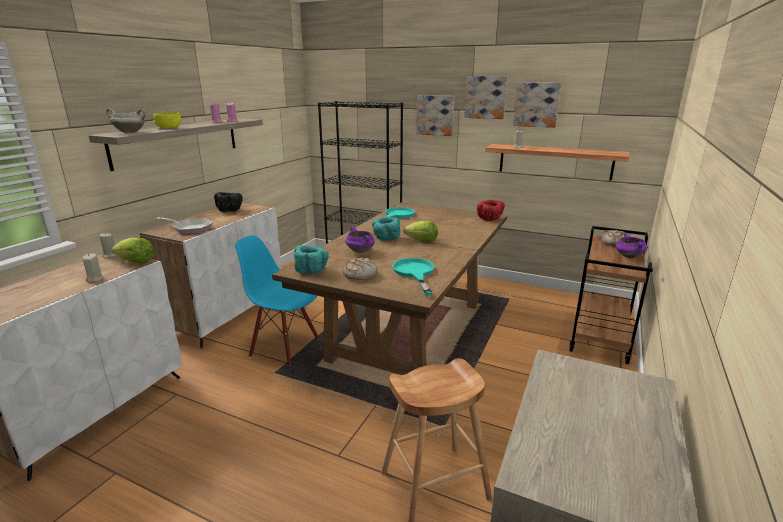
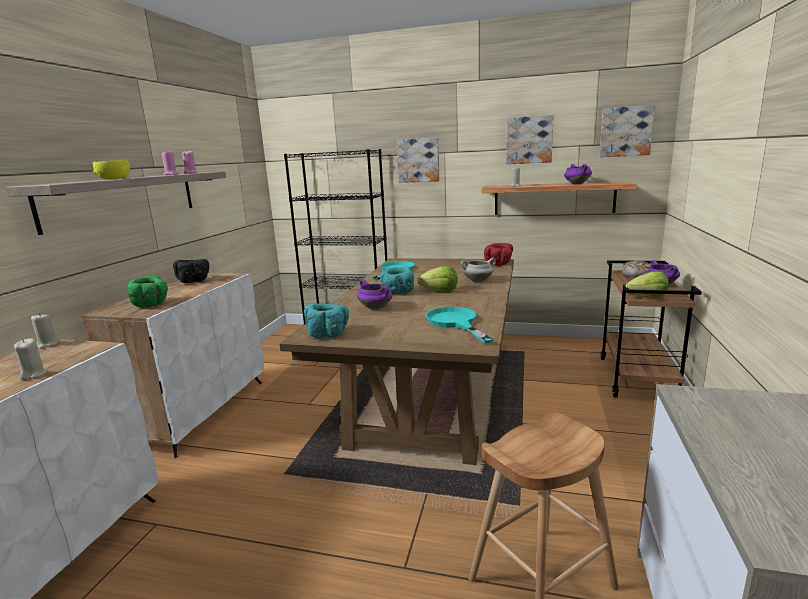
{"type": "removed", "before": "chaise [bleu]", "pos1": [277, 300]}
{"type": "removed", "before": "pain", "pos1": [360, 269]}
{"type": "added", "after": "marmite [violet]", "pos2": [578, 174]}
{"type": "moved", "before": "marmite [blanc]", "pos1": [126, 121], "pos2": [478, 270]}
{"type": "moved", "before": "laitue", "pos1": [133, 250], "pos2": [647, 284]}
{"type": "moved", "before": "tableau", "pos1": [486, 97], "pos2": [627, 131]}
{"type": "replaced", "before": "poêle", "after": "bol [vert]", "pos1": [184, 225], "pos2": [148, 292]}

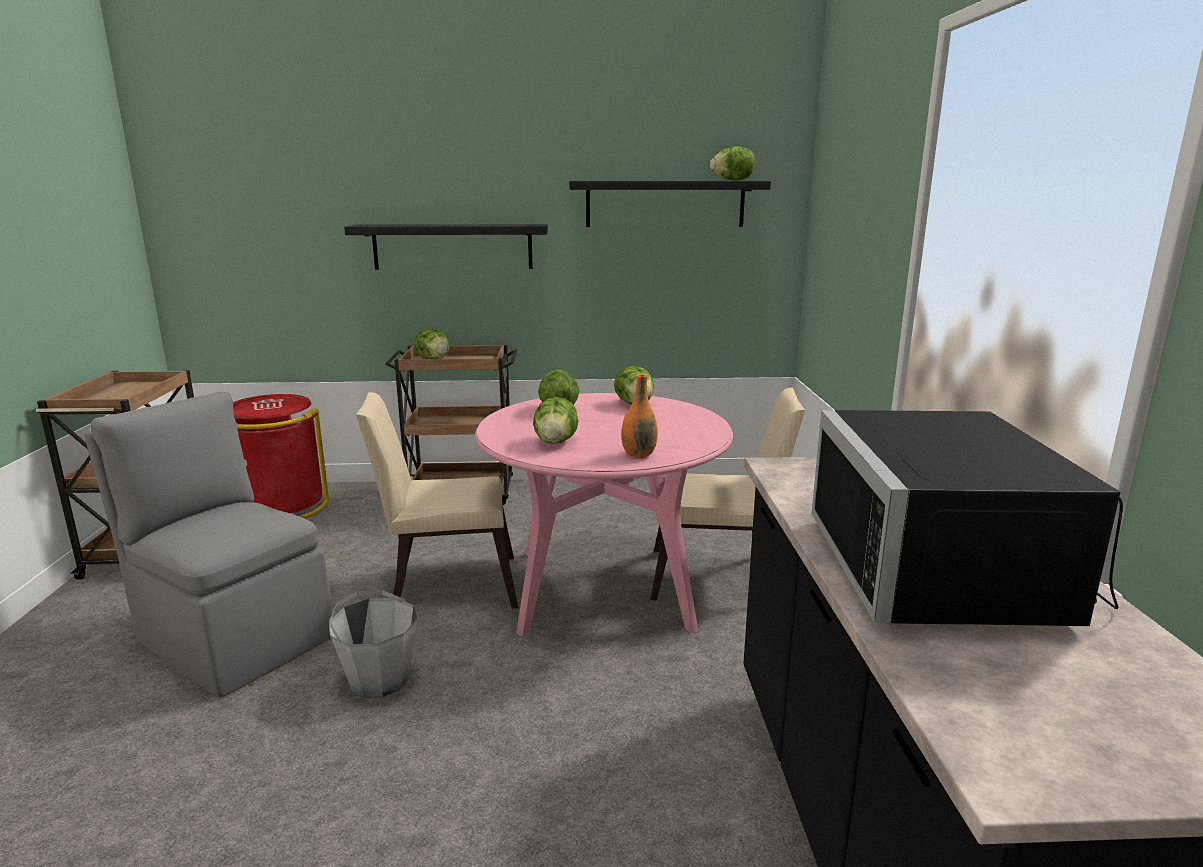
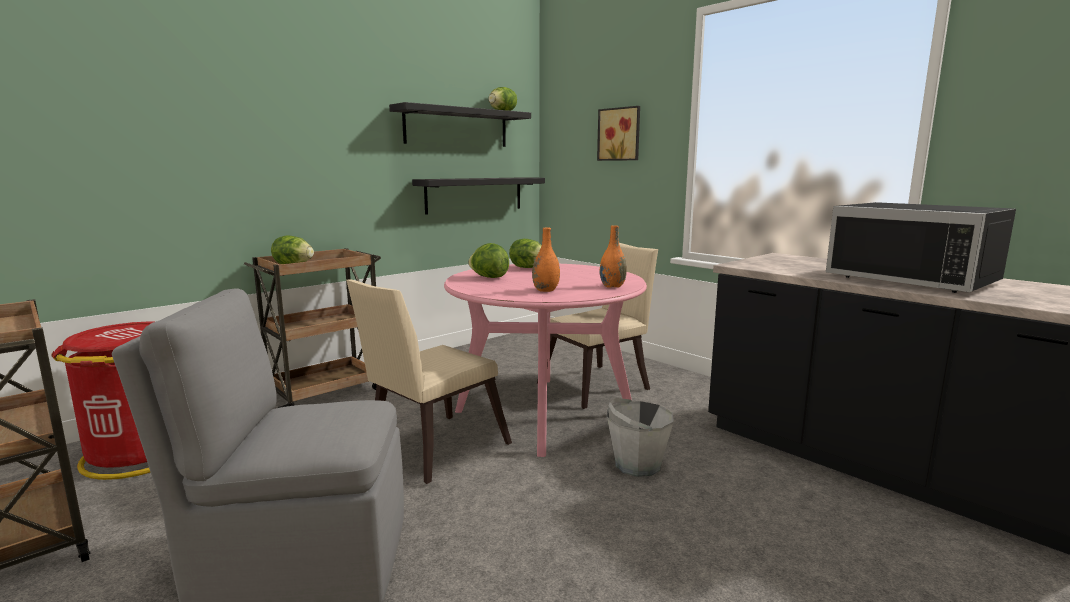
{"type": "added", "after": "tableau", "pos2": [618, 133]}
{"type": "moved", "before": "seau [gris]", "pos1": [373, 644], "pos2": [640, 437]}
{"type": "moved", "before": "étagère [noir]", "pos1": [446, 247], "pos2": [478, 196]}
{"type": "replaced", "before": "laitue", "after": "vase [orange]", "pos1": [555, 420], "pos2": [546, 260]}

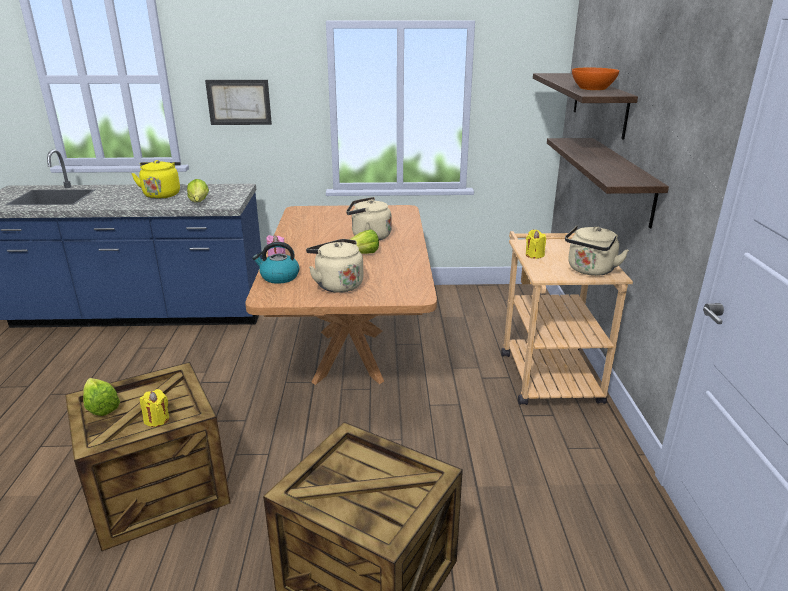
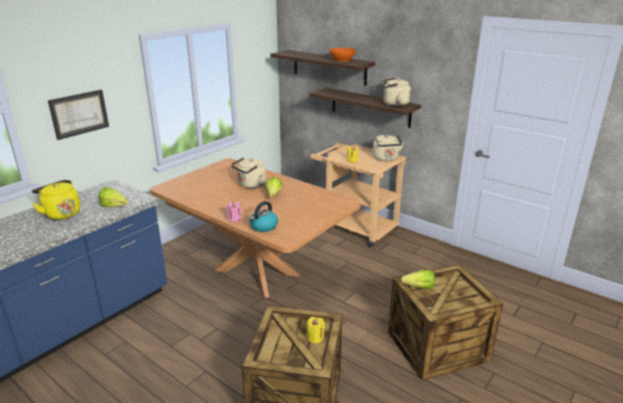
{"type": "moved", "before": "laitue", "pos1": [101, 397], "pos2": [418, 280]}
{"type": "moved", "before": "bouilloire [beige]", "pos1": [334, 266], "pos2": [396, 91]}

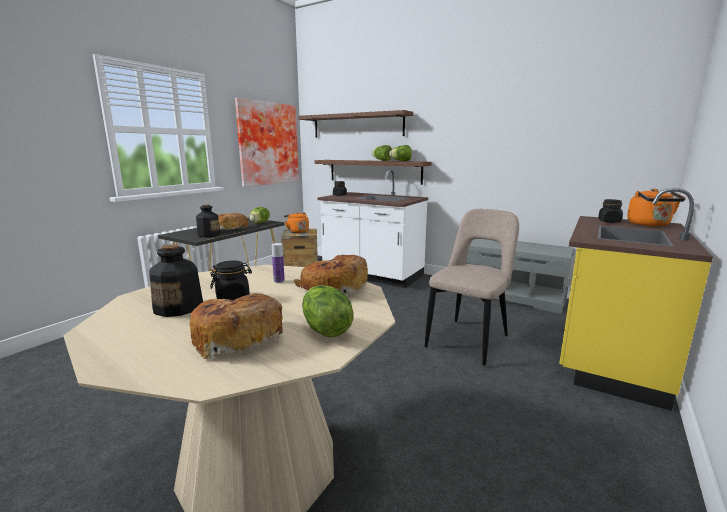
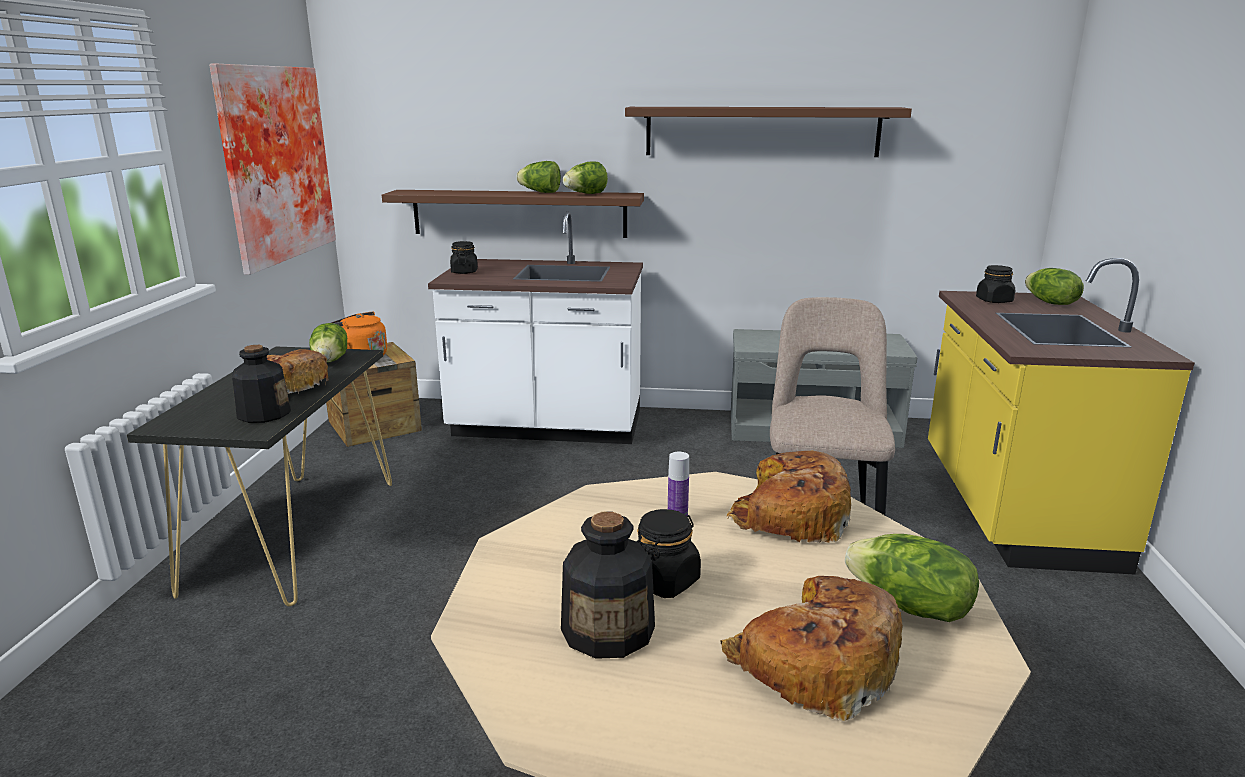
{"type": "moved", "before": "étagère [marron]", "pos1": [355, 124], "pos2": [768, 132]}
{"type": "replaced", "before": "bouilloire [orange]", "after": "laitue", "pos1": [656, 207], "pos2": [1054, 286]}

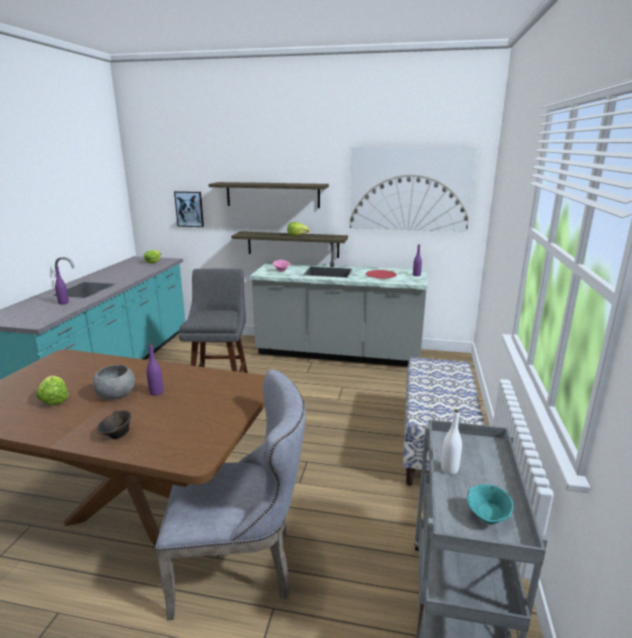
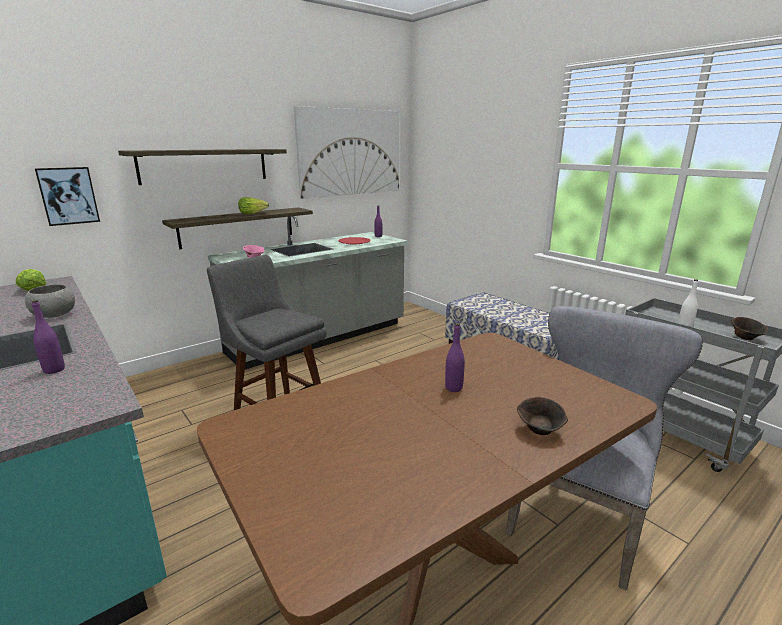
{"type": "removed", "before": "laitue", "pos1": [52, 390]}
{"type": "moved", "before": "bol [gris]", "pos1": [114, 382], "pos2": [50, 301]}
{"type": "recoloured", "before": "bol [turquoise]", "after": "bol [marron]", "pos1": [490, 504], "pos2": [750, 328]}

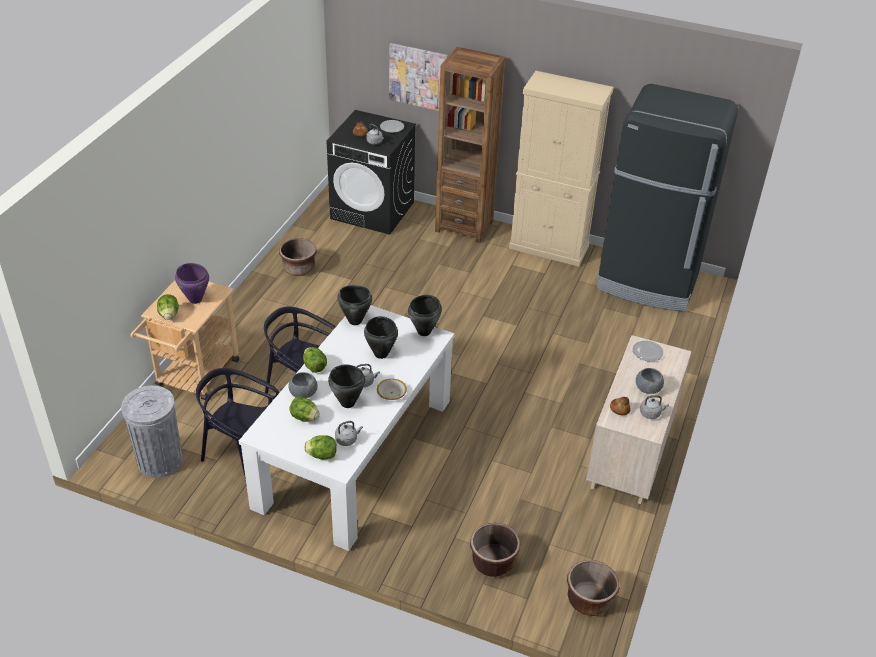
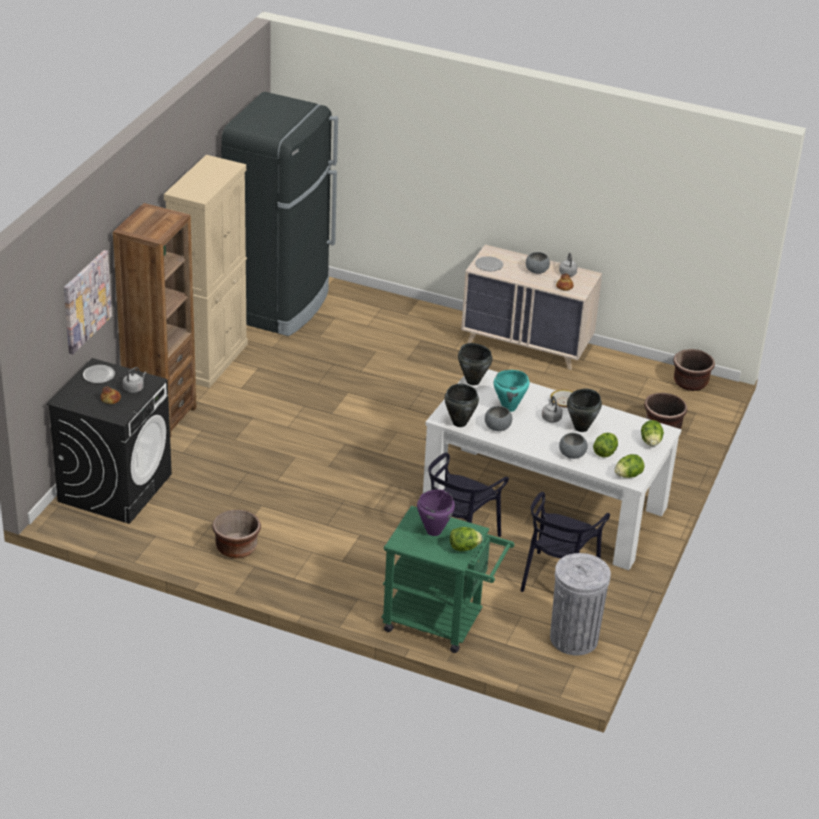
{"type": "removed", "before": "bouilloire [gris]", "pos1": [349, 433]}
{"type": "added", "after": "bol [gris]", "pos2": [498, 418]}
{"type": "moved", "before": "laitue", "pos1": [315, 360], "pos2": [629, 466]}
{"type": "recoloured", "before": "chariot [beige]", "after": "chariot [vert]", "pos1": [184, 340], "pos2": [448, 579]}
{"type": "recoloured", "before": "marmite [noir]", "after": "marmite [turquoise]", "pos1": [381, 337], "pos2": [511, 391]}

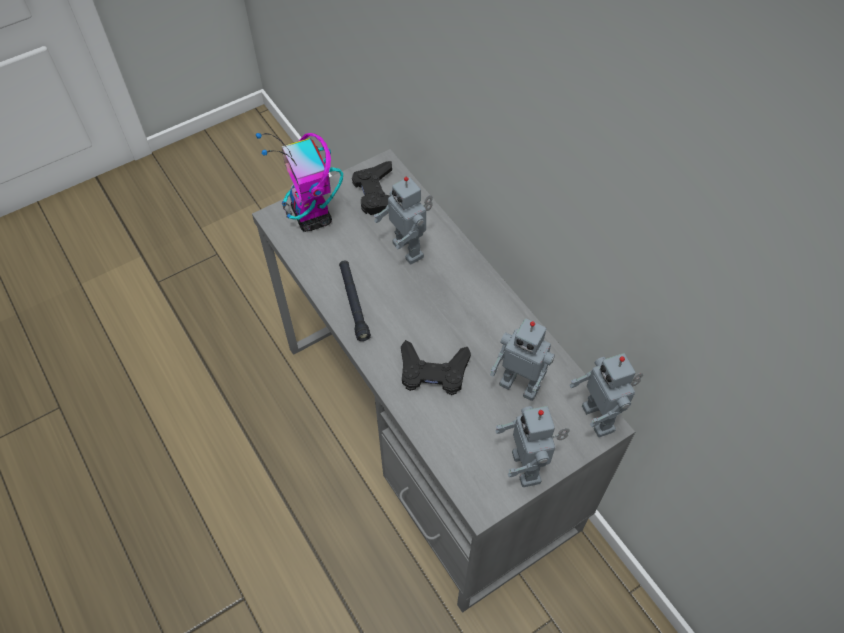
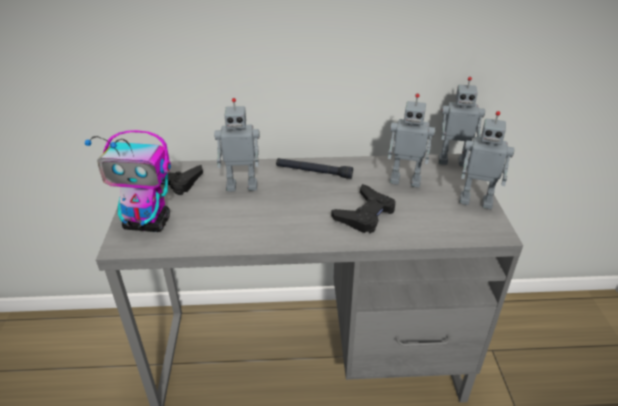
{"type": "moved", "before": "lampe de poche [noir]", "pos1": [355, 300], "pos2": [314, 168]}
{"type": "turned", "before": "robot jouet", "pos1": [522, 360], "pos2": [411, 141], "turn": 45}

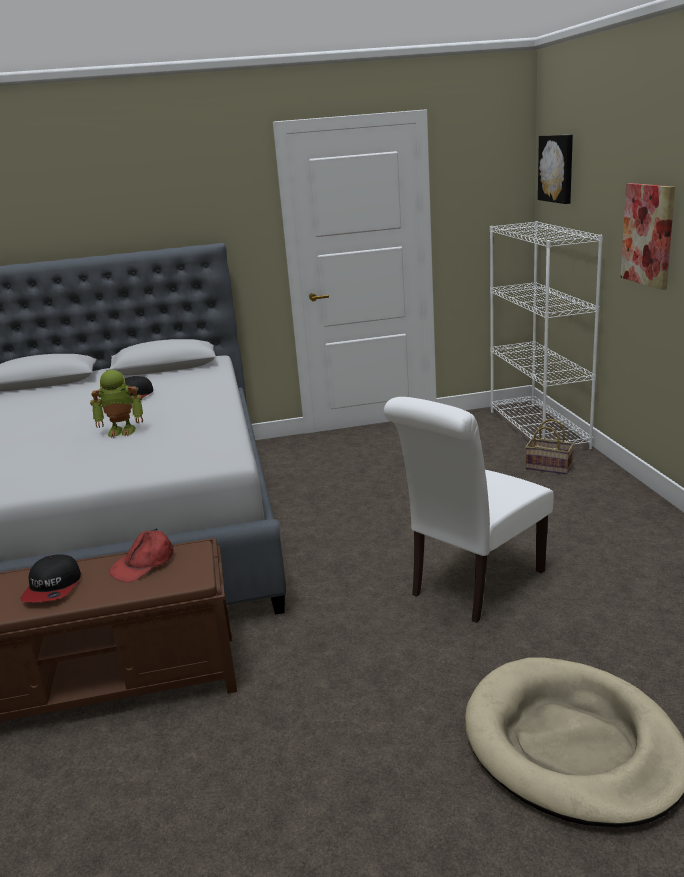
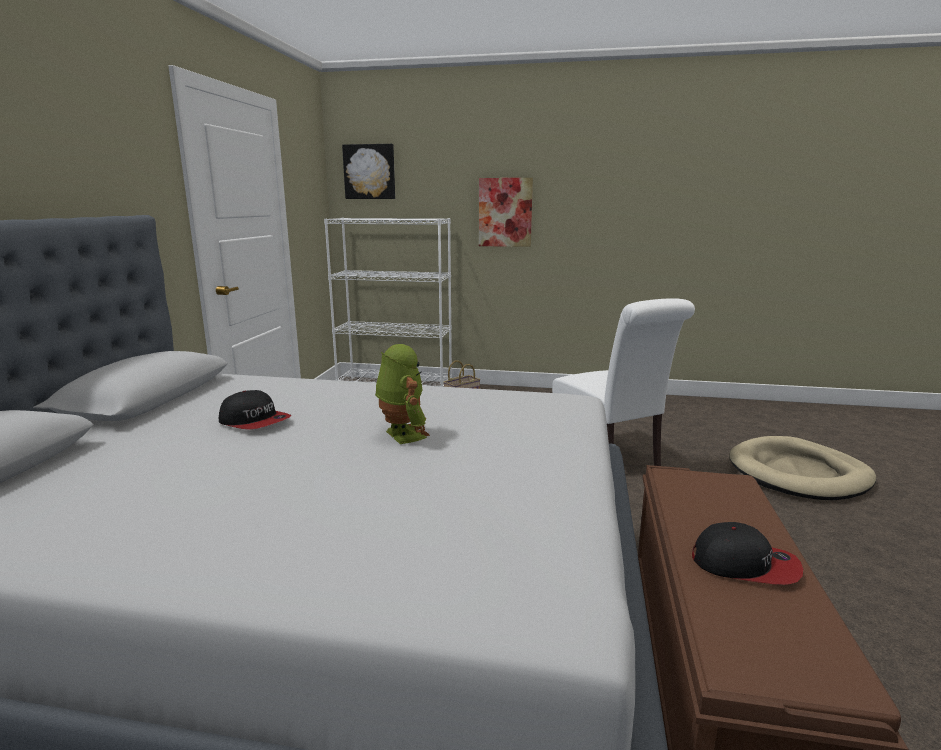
{"type": "removed", "before": "casquette [rouge]", "pos1": [141, 555]}
{"type": "turned", "before": "robot jouet", "pos1": [116, 404], "pos2": [402, 394], "turn": -45}

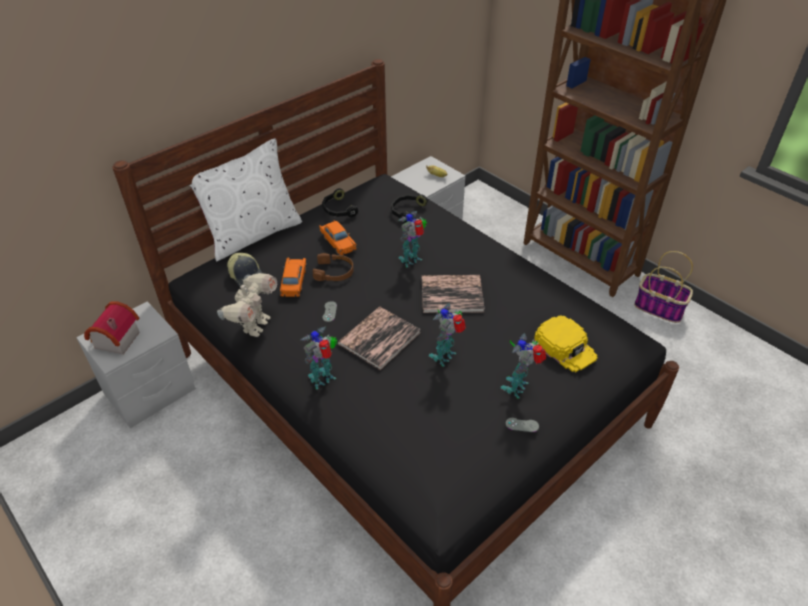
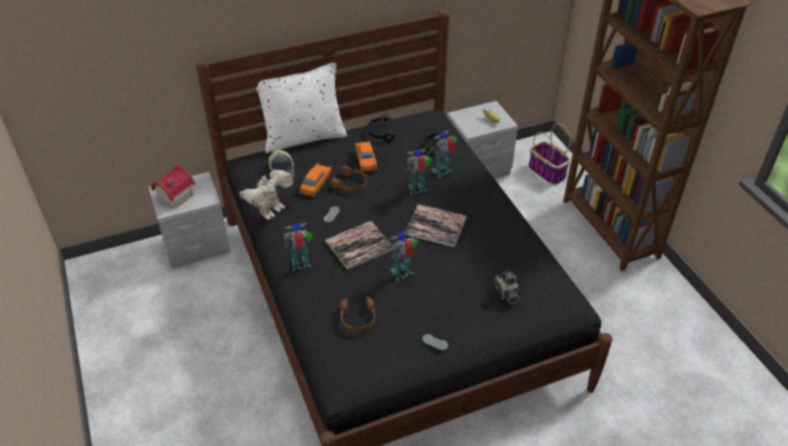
{"type": "added", "after": "casque audio [marron]", "pos2": [358, 315]}
{"type": "moved", "before": "robot jouet", "pos1": [523, 366], "pos2": [444, 154]}
{"type": "moved", "before": "panier", "pos1": [663, 287], "pos2": [550, 154]}
{"type": "replaced", "before": "casquette [jaune]", "after": "appareil photo", "pos1": [566, 344], "pos2": [506, 287]}

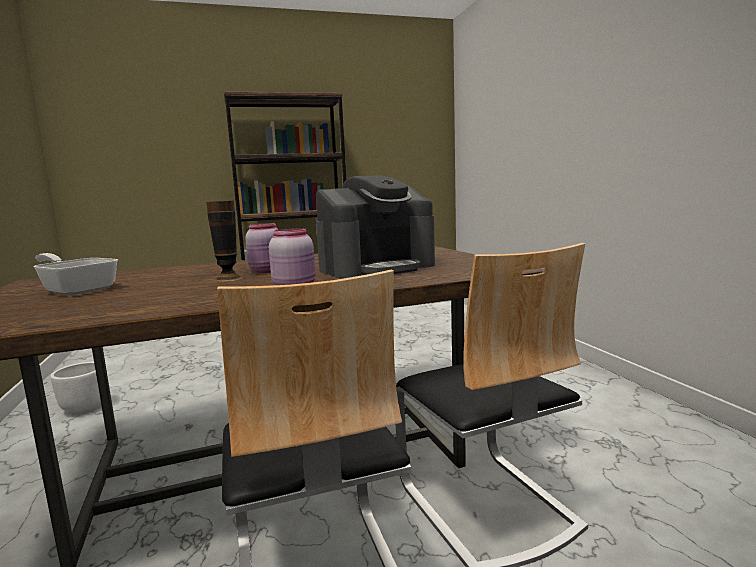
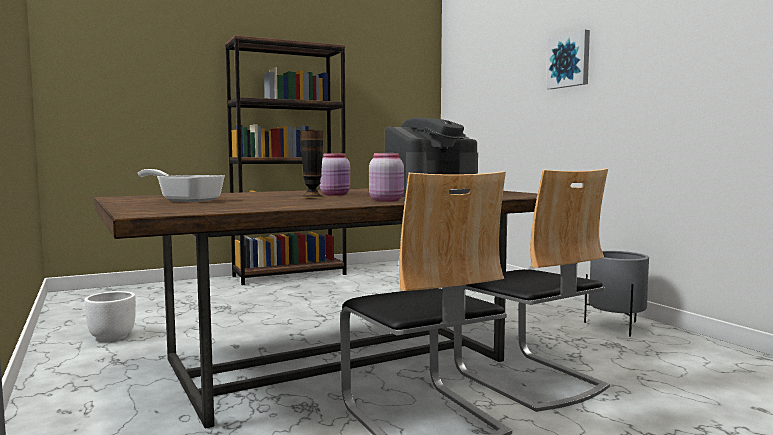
{"type": "added", "after": "tableau", "pos2": [568, 59]}
{"type": "added", "after": "cache-pot [gris]", "pos2": [616, 293]}

